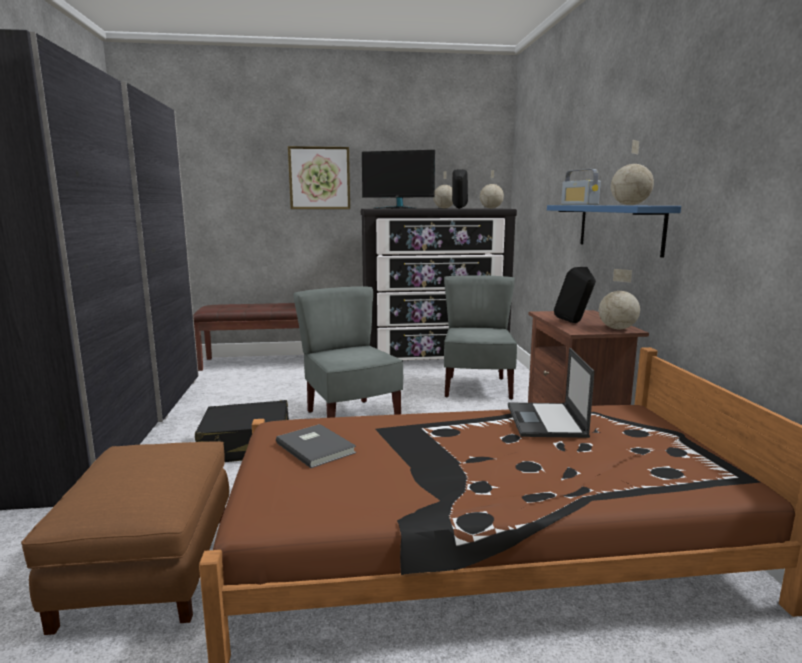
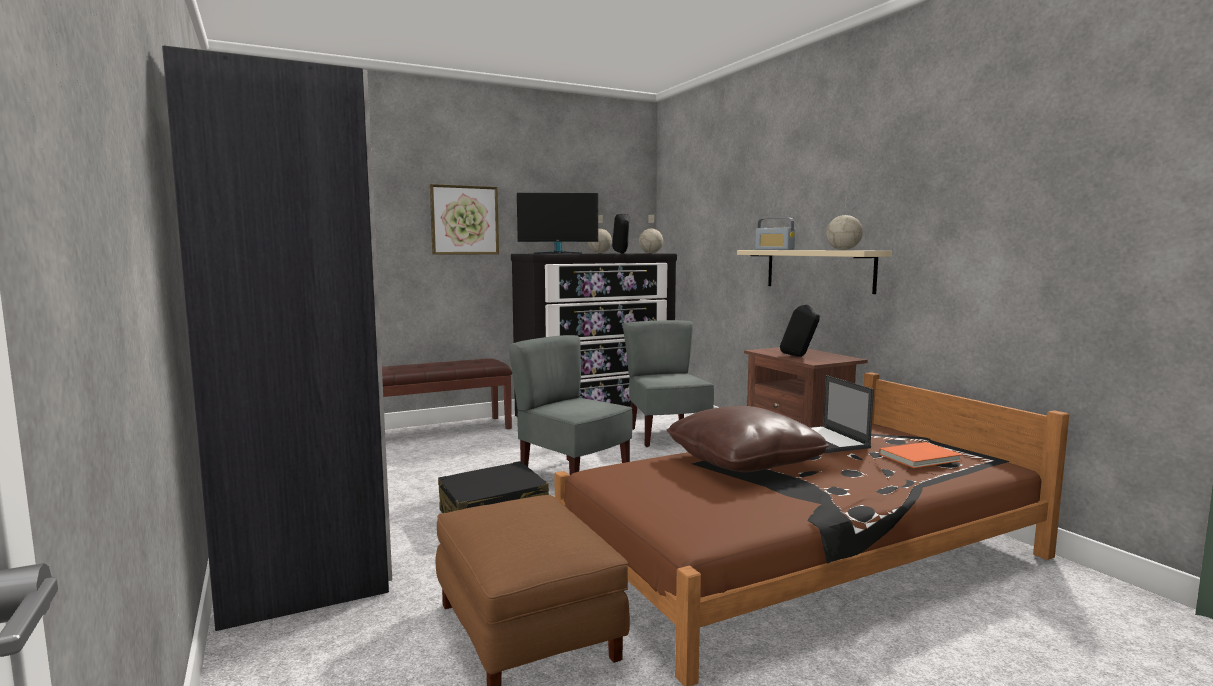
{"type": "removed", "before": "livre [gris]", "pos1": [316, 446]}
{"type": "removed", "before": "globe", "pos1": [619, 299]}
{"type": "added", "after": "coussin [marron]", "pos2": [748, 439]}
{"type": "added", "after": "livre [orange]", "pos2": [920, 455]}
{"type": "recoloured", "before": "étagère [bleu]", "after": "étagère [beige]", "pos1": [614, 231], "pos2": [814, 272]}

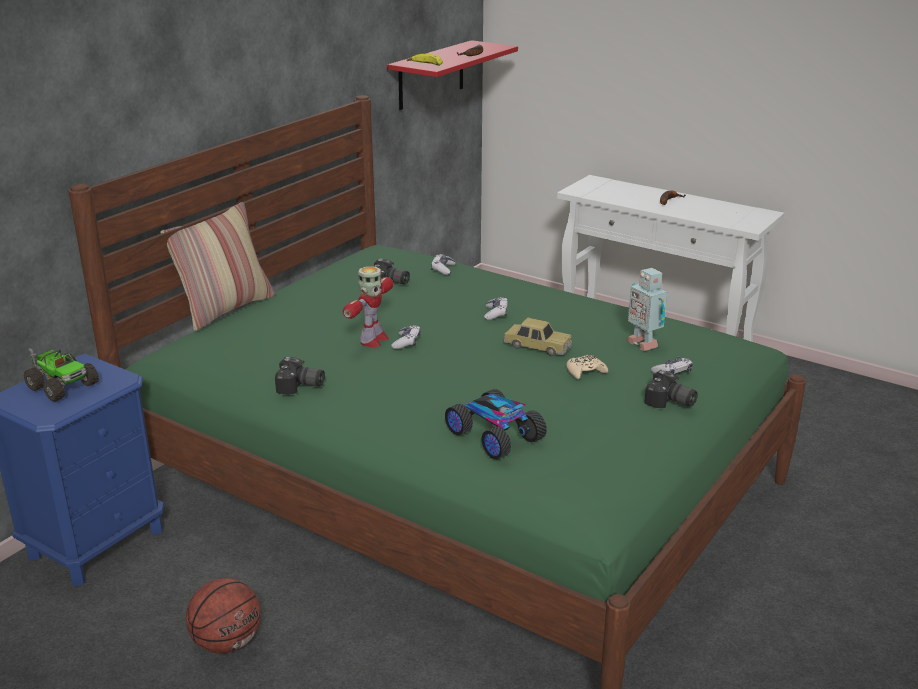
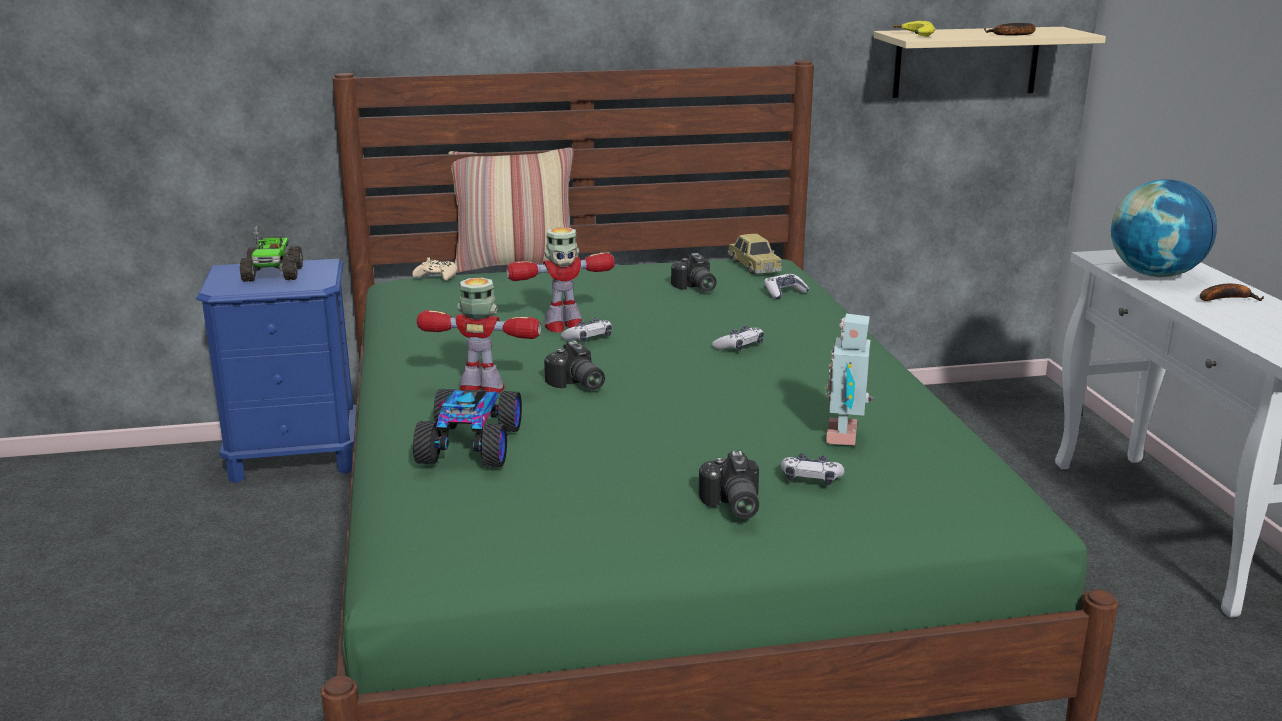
{"type": "removed", "before": "ballon de basket", "pos1": [223, 616]}
{"type": "added", "after": "robot jouet", "pos2": [479, 335]}
{"type": "added", "after": "globe", "pos2": [1164, 228]}
{"type": "moved", "before": "appareil photo", "pos1": [300, 376], "pos2": [574, 365]}
{"type": "moved", "before": "petite voiture", "pos1": [538, 337], "pos2": [755, 254]}
{"type": "moved", "before": "manette [beige]", "pos1": [587, 367], "pos2": [434, 269]}
{"type": "recoloured", "before": "étagère [rouge]", "after": "étagère [beige]", "pos1": [452, 75], "pos2": [990, 62]}

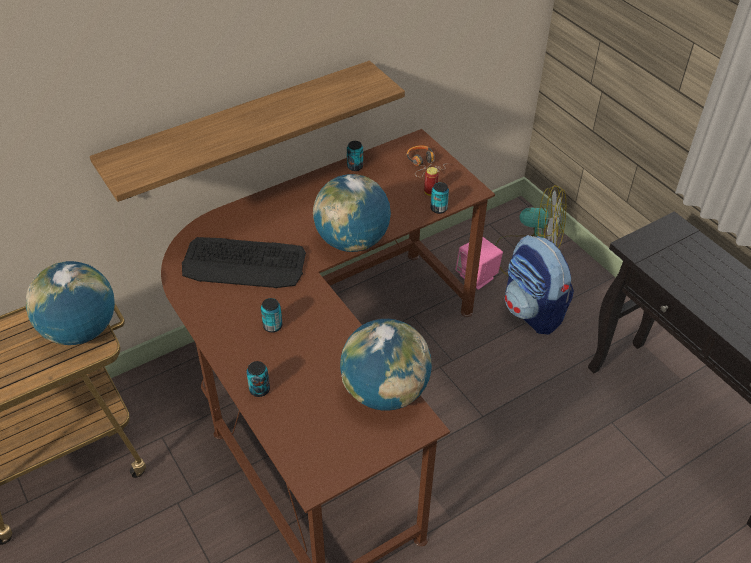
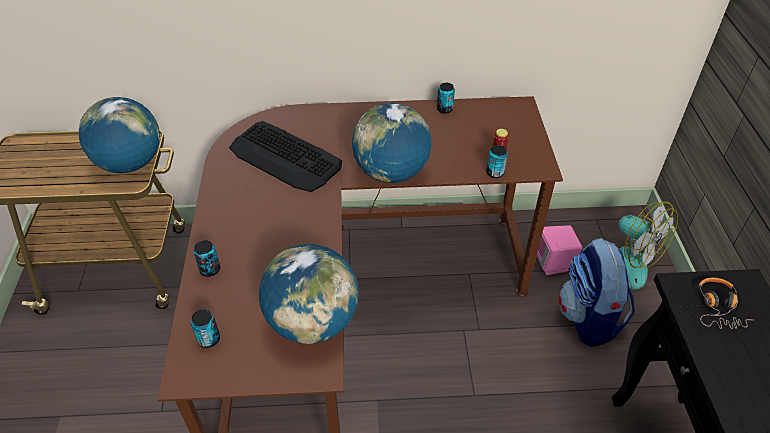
{"type": "removed", "before": "étagère", "pos1": [247, 131]}
{"type": "moved", "before": "boîte métallique", "pos1": [272, 315], "pos2": [205, 328]}
{"type": "moved", "before": "casque audio", "pos1": [427, 161], "pos2": [726, 303]}

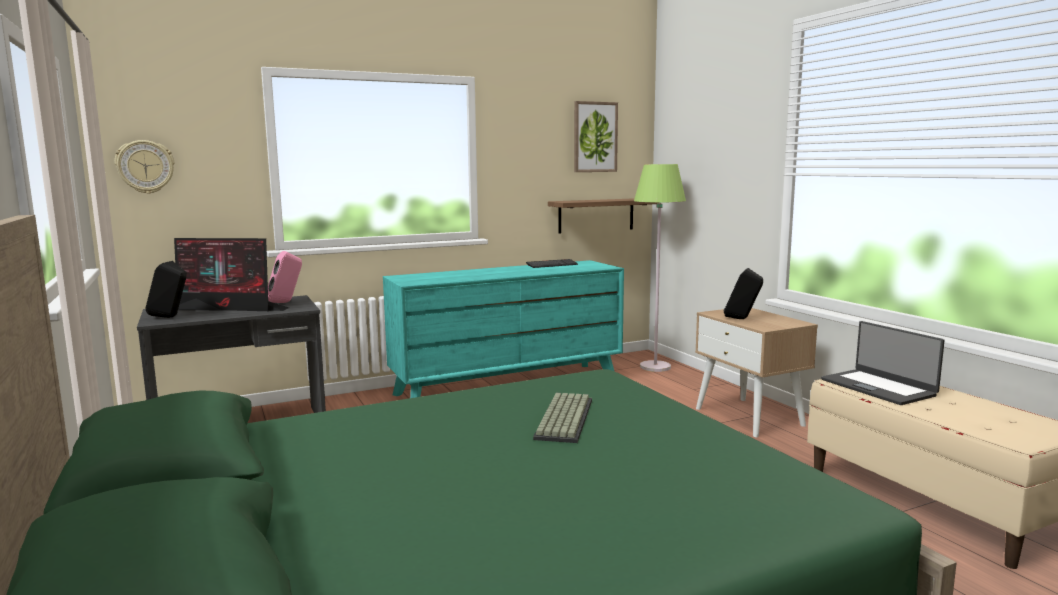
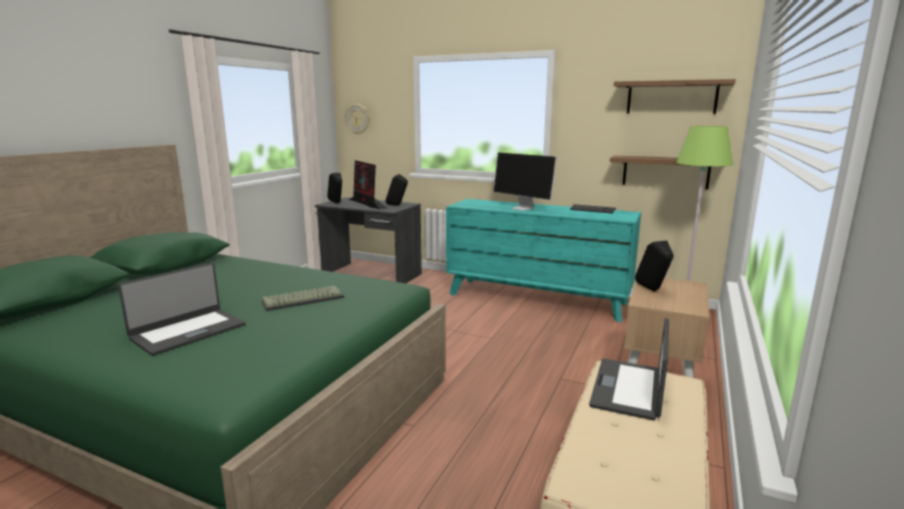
{"type": "added", "after": "ordinateur portable", "pos2": [181, 309]}
{"type": "added", "after": "écran d'ordinateur", "pos2": [525, 181]}
{"type": "replaced", "before": "tableau", "after": "étagère", "pos1": [596, 136], "pos2": [675, 96]}
{"type": "recoloured", "before": "enceinte [rose]", "after": "enceinte [noir]", "pos1": [285, 277], "pos2": [397, 190]}

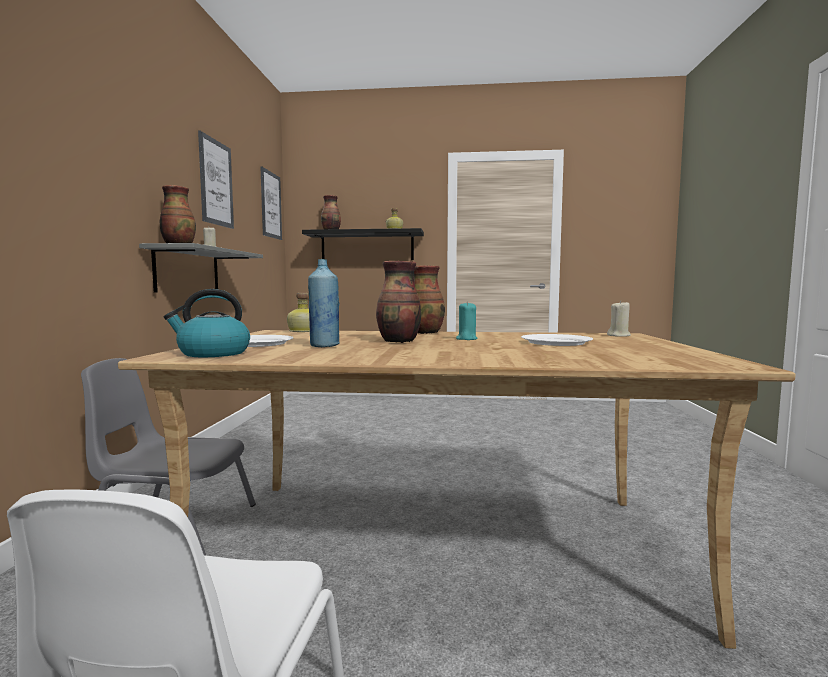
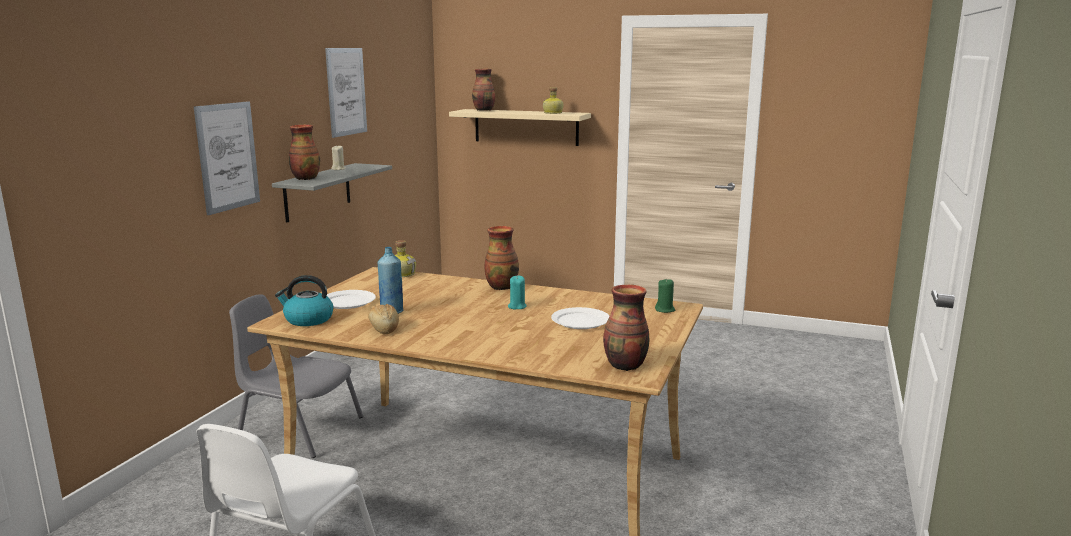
{"type": "added", "after": "pain", "pos2": [383, 319]}
{"type": "moved", "before": "tableau", "pos1": [271, 203], "pos2": [227, 158]}
{"type": "moved", "before": "vase", "pos1": [398, 302], "pos2": [626, 328]}
{"type": "recoloured", "before": "étagère [noir]", "after": "étagère [beige]", "pos1": [363, 244], "pos2": [520, 127]}
{"type": "recoloured", "before": "bougie [beige]", "after": "bougie [vert]", "pos1": [619, 318], "pos2": [665, 295]}

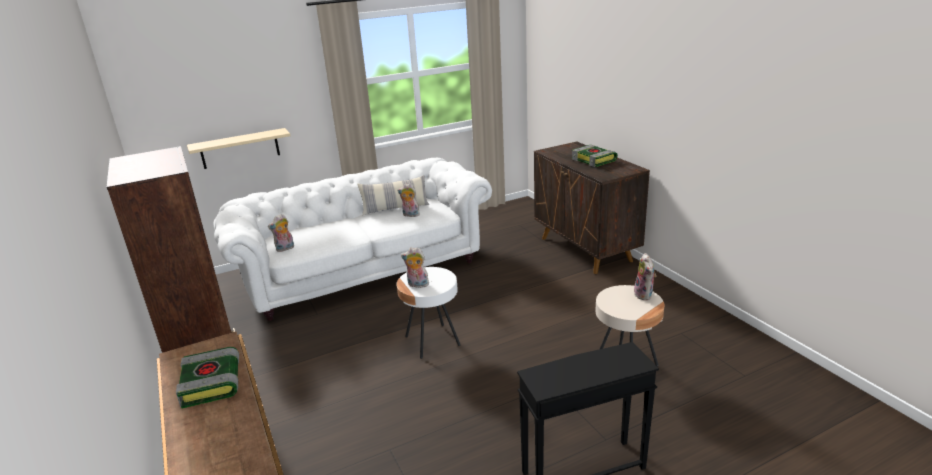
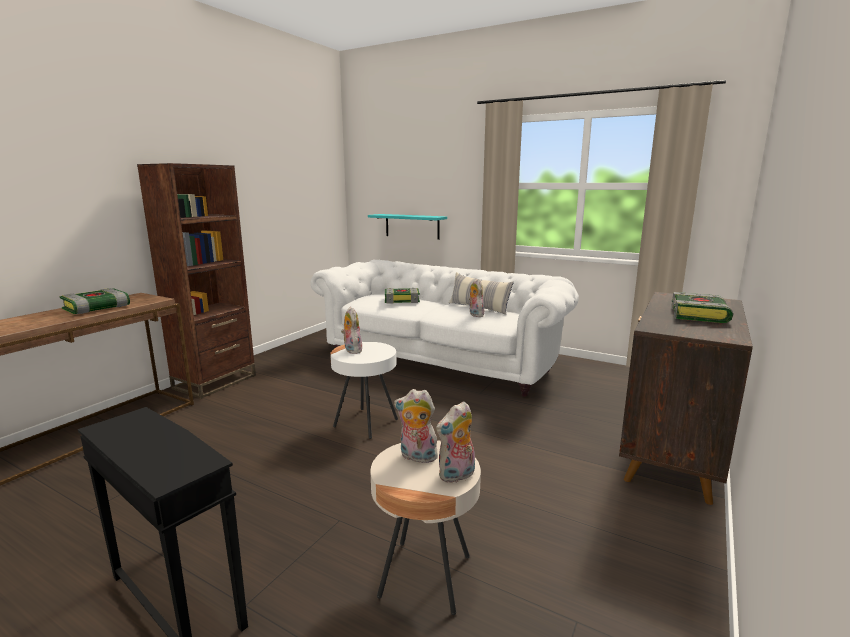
{"type": "added", "after": "livre", "pos2": [402, 296]}
{"type": "moved", "before": "peluche", "pos1": [281, 233], "pos2": [416, 426]}
{"type": "recoloured", "before": "étagère [beige]", "after": "étagère [turquoise]", "pos1": [238, 148], "pos2": [407, 227]}

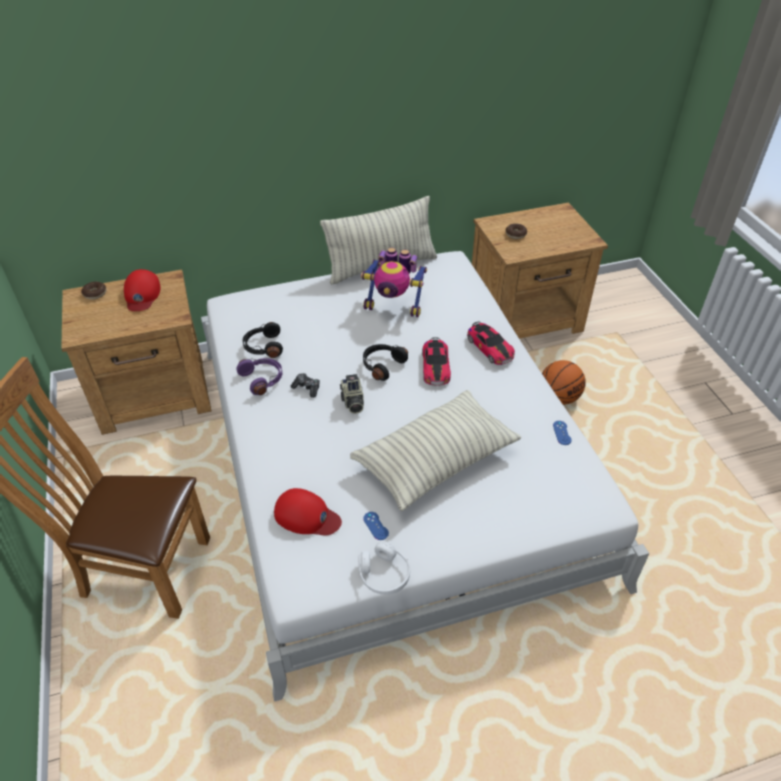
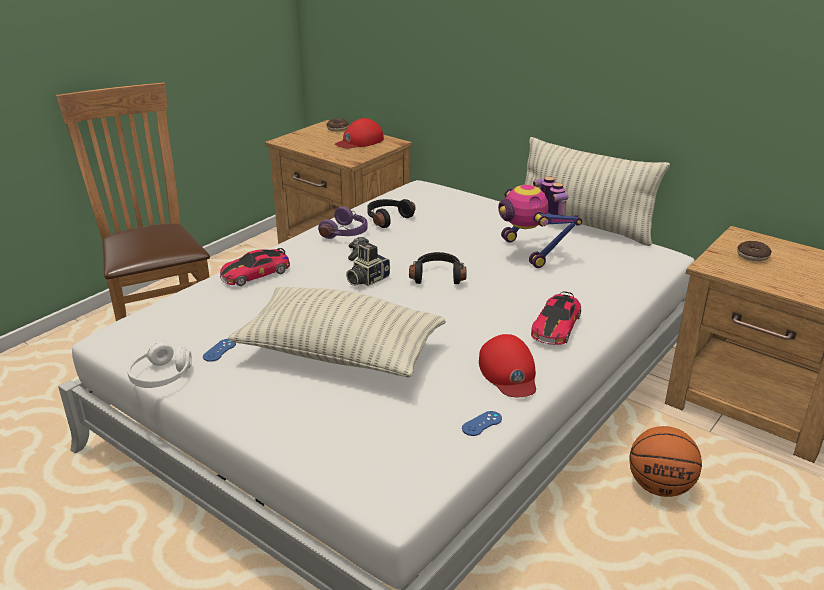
{"type": "moved", "before": "casquette [rouge]", "pos1": [308, 512], "pos2": [507, 365]}
{"type": "moved", "before": "petite voiture", "pos1": [436, 362], "pos2": [255, 267]}

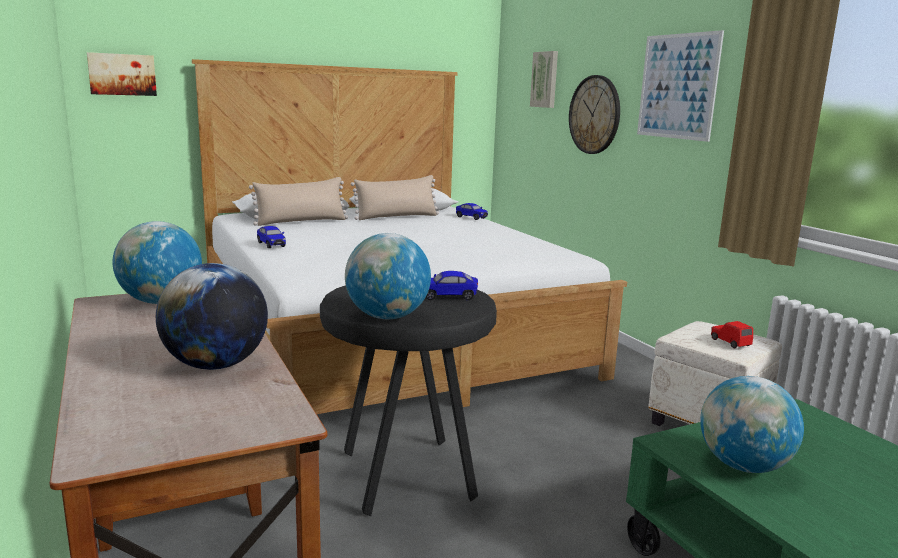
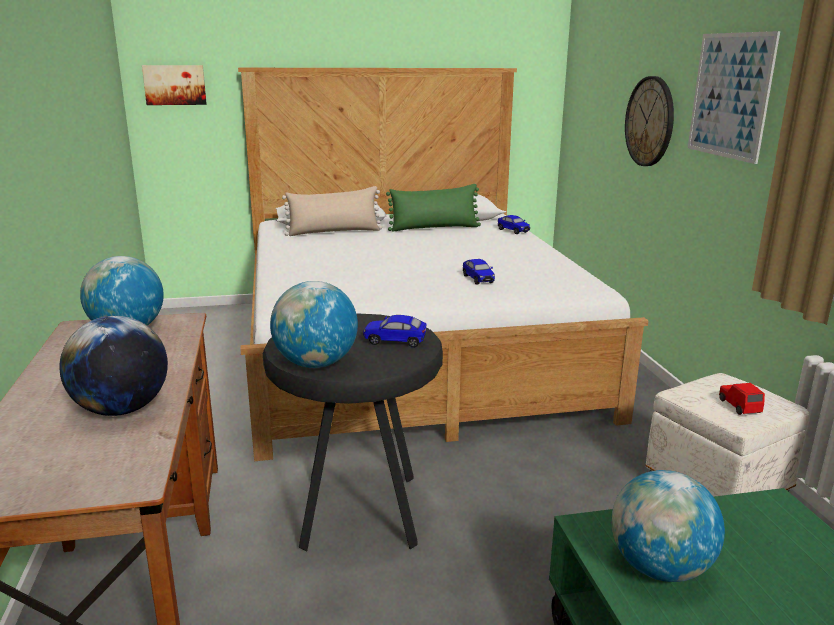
{"type": "removed", "before": "tableau", "pos1": [544, 79]}
{"type": "moved", "before": "petite voiture", "pos1": [271, 237], "pos2": [479, 272]}
{"type": "recoloured", "before": "coussin [beige]", "after": "coussin [vert]", "pos1": [395, 197], "pos2": [433, 207]}

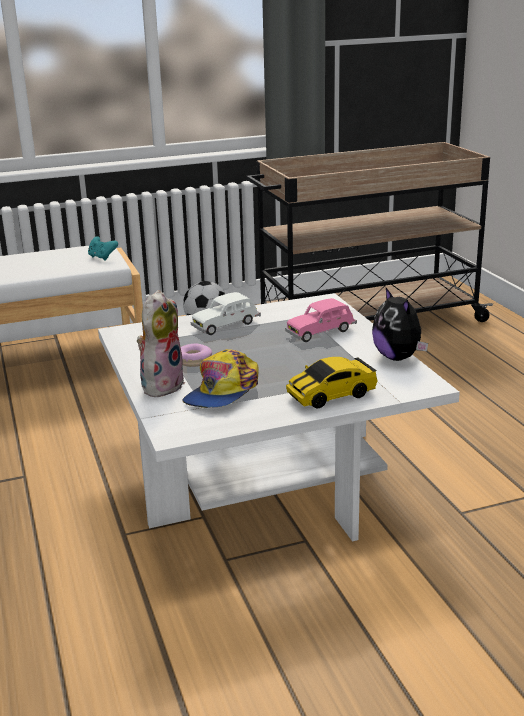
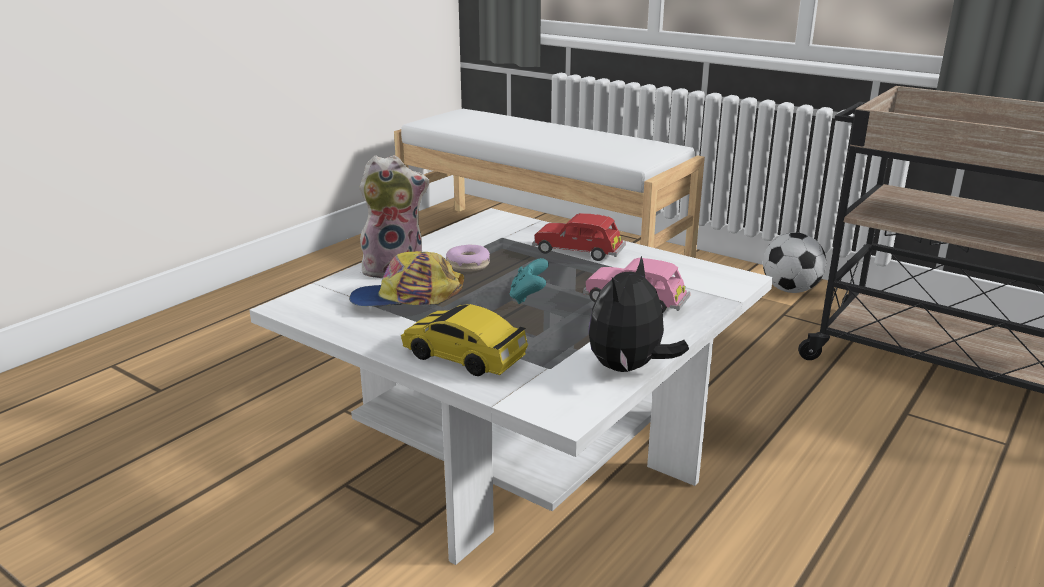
{"type": "moved", "before": "manette [turquoise]", "pos1": [103, 248], "pos2": [529, 281]}
{"type": "recoloured", "before": "petite voiture [blanc]", "after": "petite voiture [rouge]", "pos1": [226, 313], "pos2": [579, 237]}

